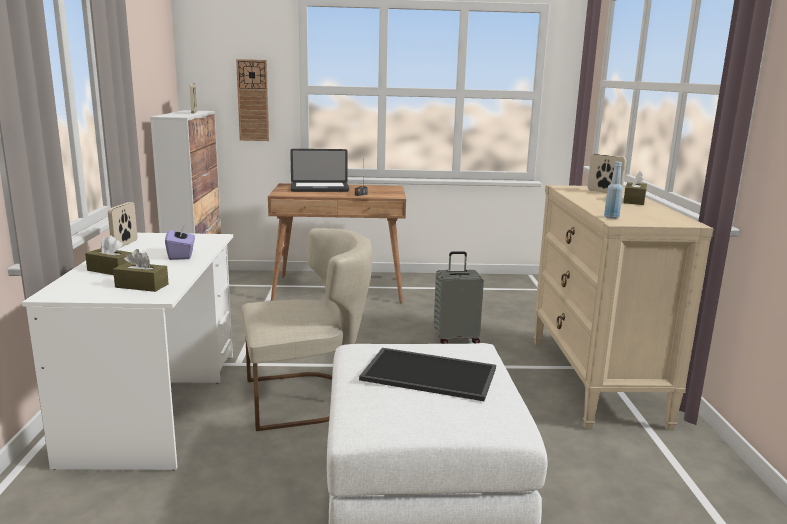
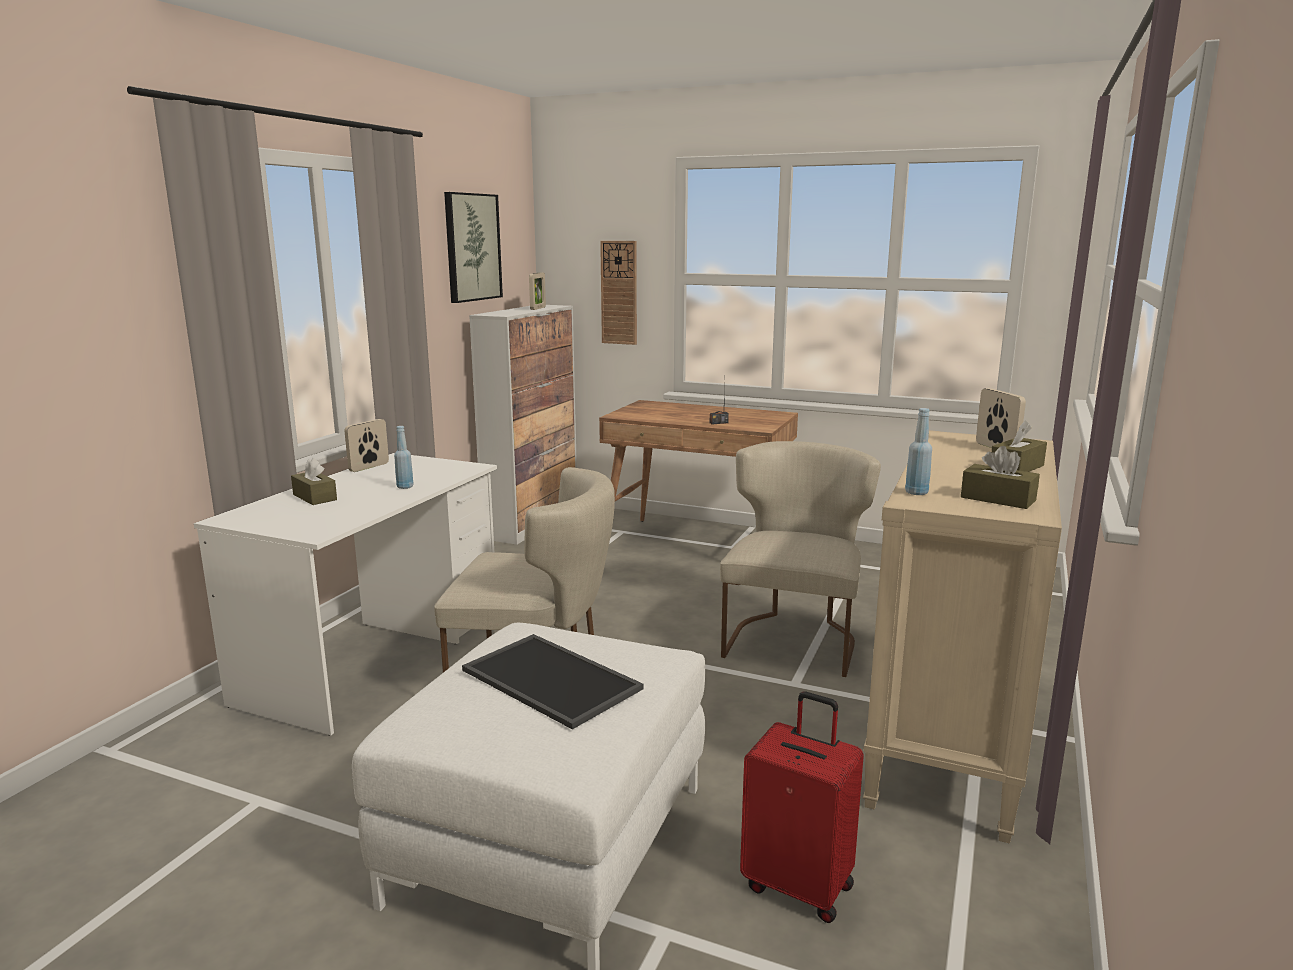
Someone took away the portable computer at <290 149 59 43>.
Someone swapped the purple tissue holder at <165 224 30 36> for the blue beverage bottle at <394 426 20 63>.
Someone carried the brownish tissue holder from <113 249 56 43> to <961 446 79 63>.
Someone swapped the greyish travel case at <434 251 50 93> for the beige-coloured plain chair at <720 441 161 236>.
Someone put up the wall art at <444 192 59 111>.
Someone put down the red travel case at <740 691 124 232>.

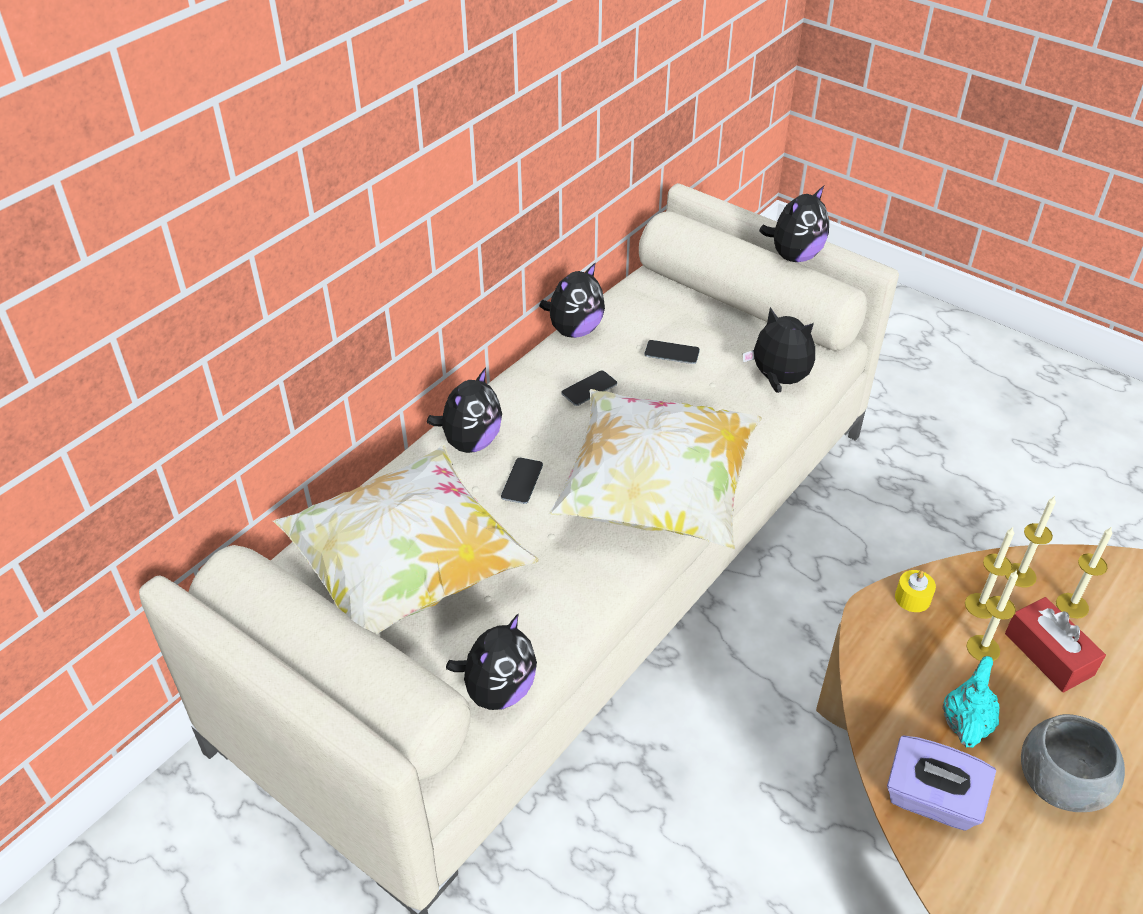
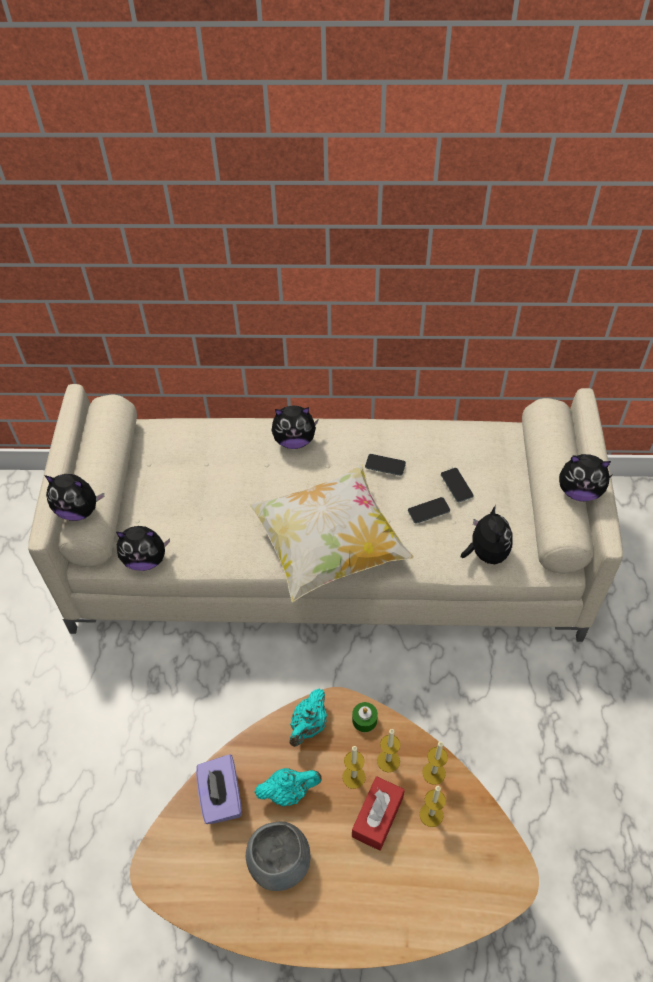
Someone carried the soft toy from <539 262 66 76> to <44 474 60 47>.
Someone took away the cushion at <273 445 266 189>.
Someone carried the phone from <501 458 42 46> to <408 497 42 27>.
Someone repainted the yellow-coloured wax light at <895 570 41 42>, which became the greenish wax light at <352 702 26 30>.
Someone put down the blue-green pot for tea at <290 689 37 58>.

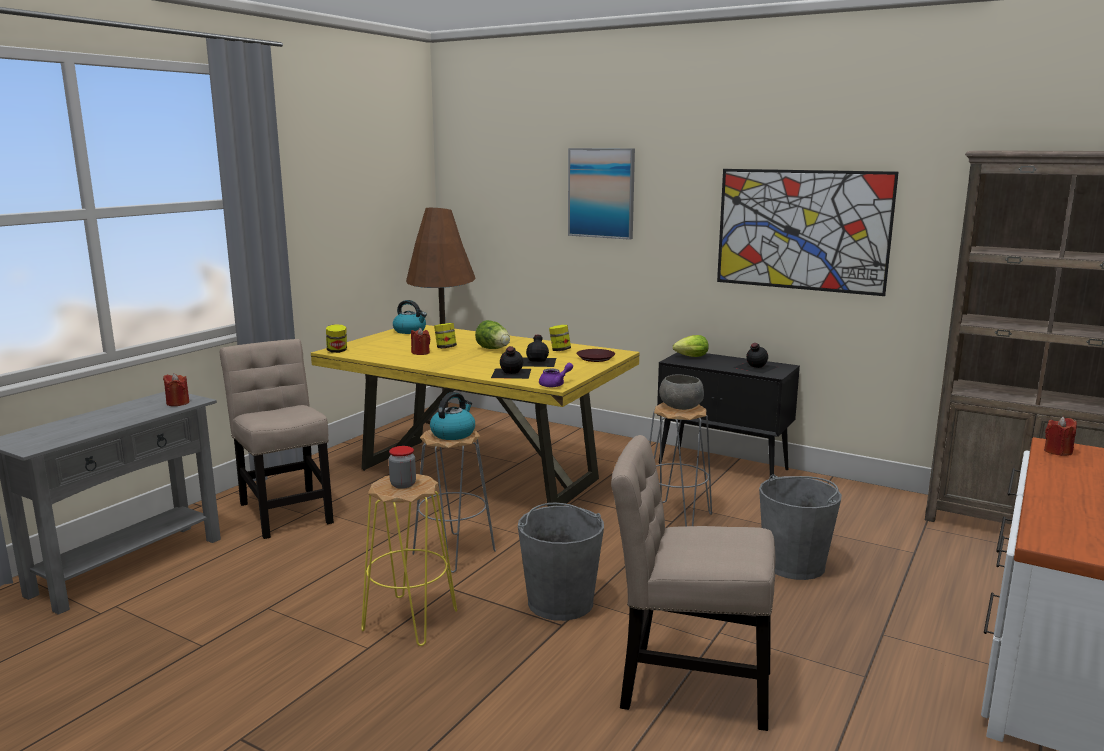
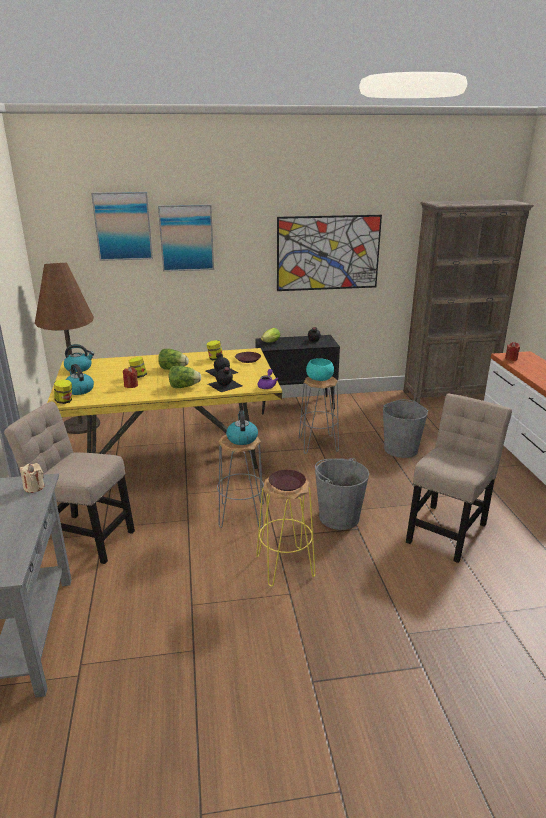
Someone repainted the red wax light at <163 373 27 33>, which became the beige-coloured wax light at <20 463 24 30>.
Someone repainted the greyish serving bowl at <659 374 45 36>, which became the blue-green serving bowl at <306 358 28 23>.
Someone rotated the beige-coloured plain chair at <611 435 165 296> by 150 degrees clockwise.
Someone swapped the preserve jar at <389 446 27 43> for the brownish flat dish at <269 470 37 21>.
Someone put up the wall art at <91 192 62 69>.
Someone put down the tea kettle at <65 364 29 31>.
Someone put down the head of lettuce at <169 366 32 22>.

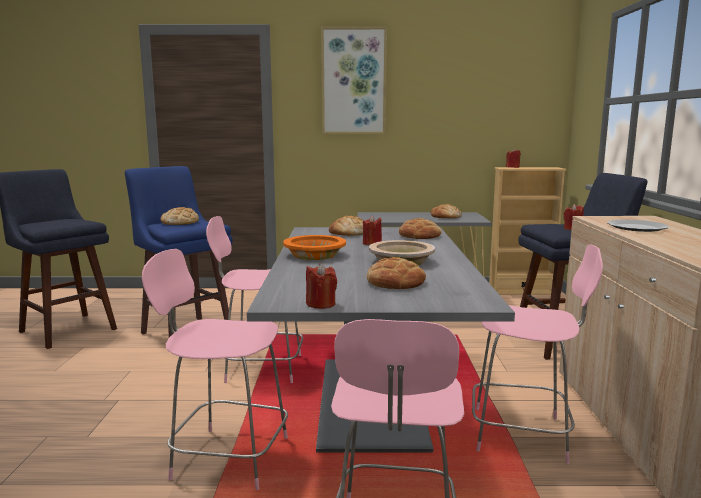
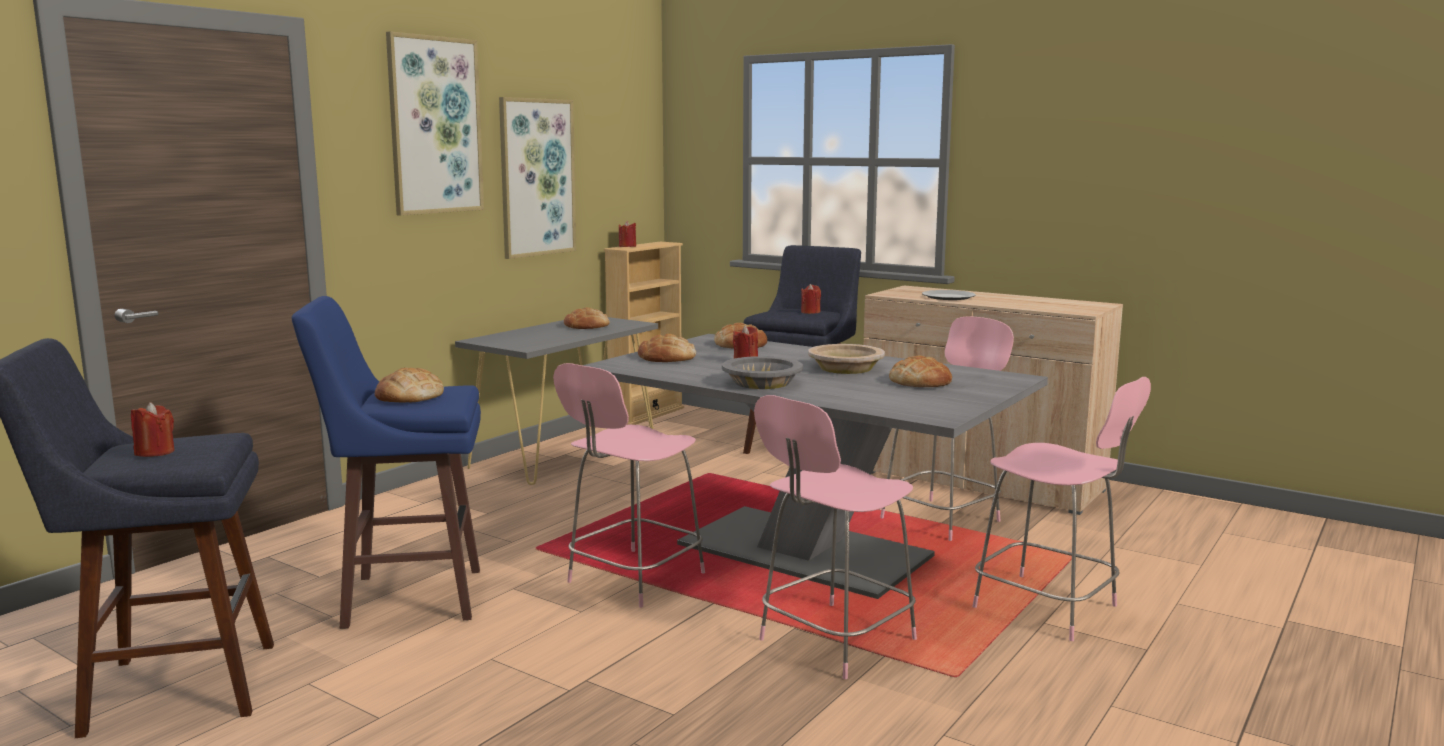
Someone repainted the orange serving bowl at <283 235 63 25>, which became the greyish serving bowl at <722 356 81 33>.
Someone carried the red wax light from <306 263 31 46> to <131 402 44 55>.
Someone put up the wall art at <499 97 77 162>.

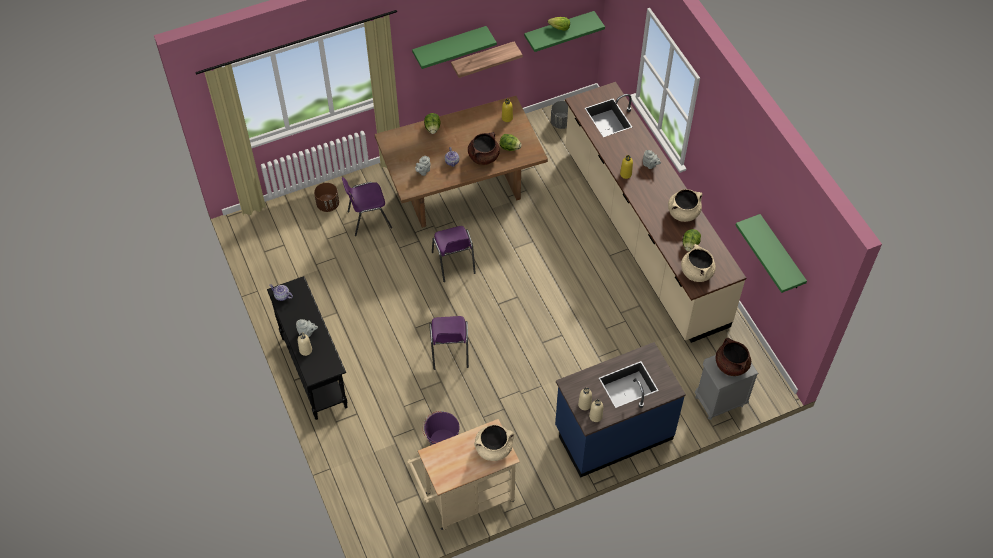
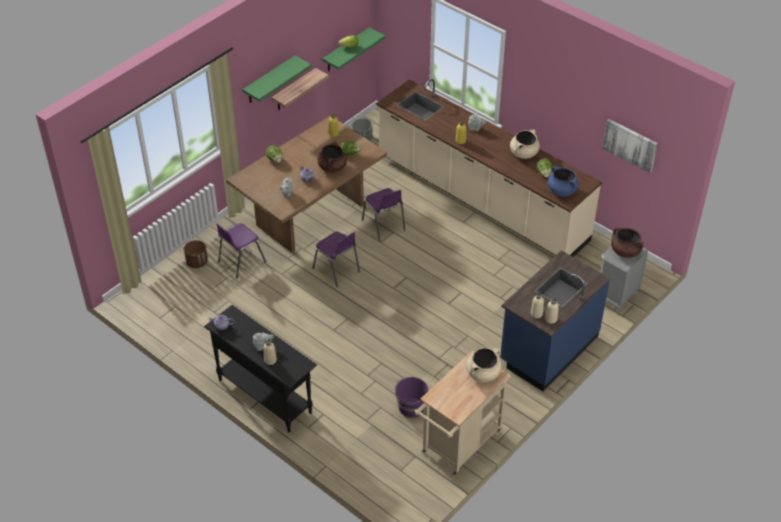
Someone swapped the greenish bracket shelf at <736 214 71 79> for the wall art at <602 119 56 54>.
Someone repainted the beige-coloured cooking pot at <681 244 35 38>, which became the blue cooking pot at <548 166 31 31>.
Someone carried the purple plain chair from <429 316 40 54> to <362 188 44 53>.

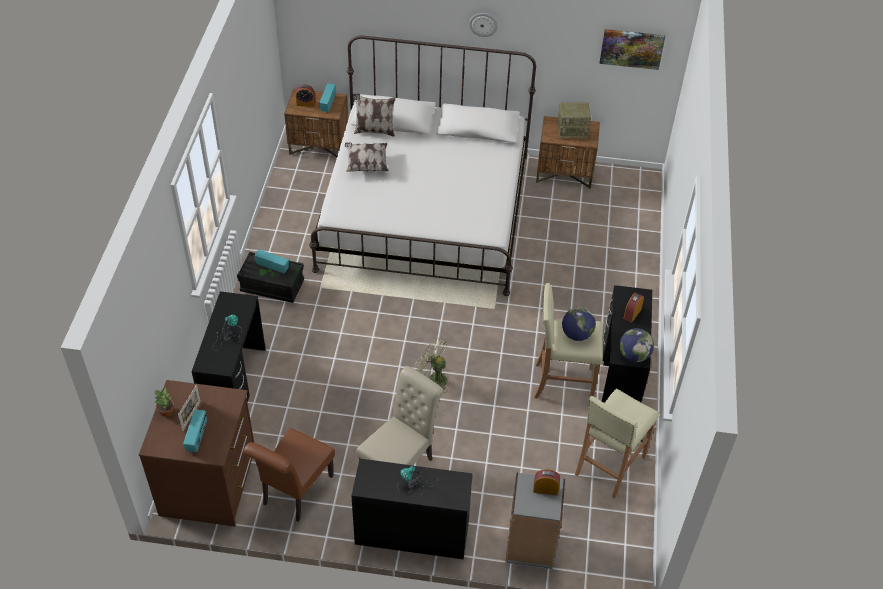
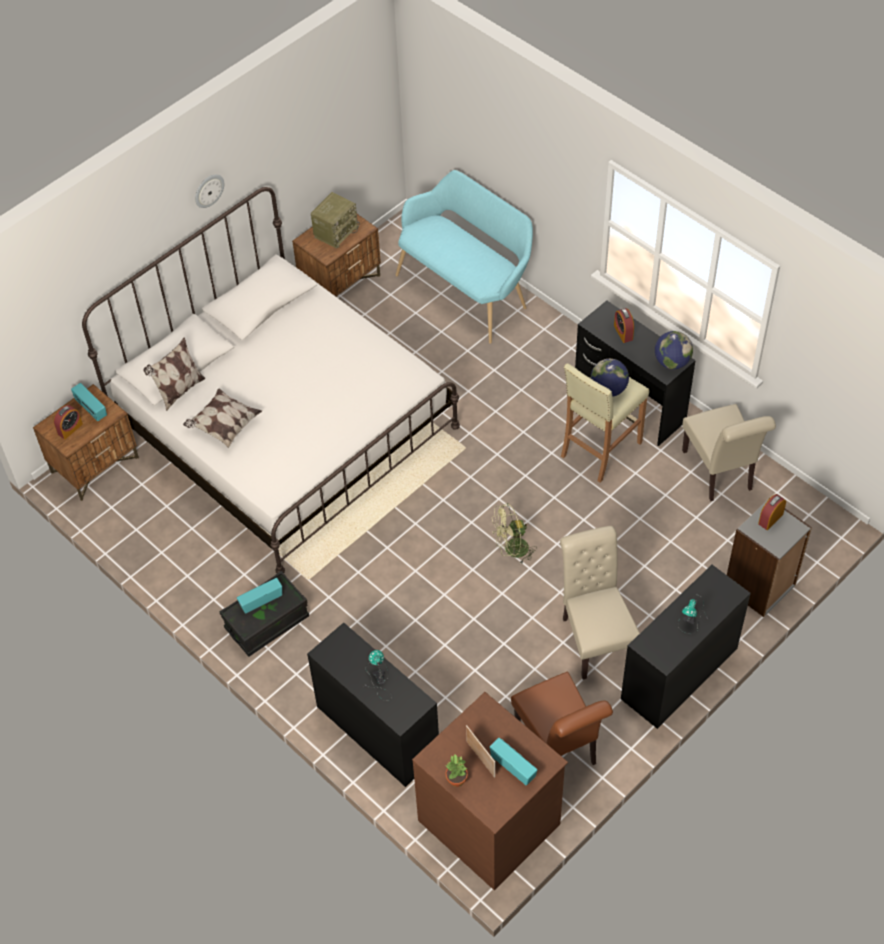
Someone took away the wall art at <599 29 66 41>.
Someone swapped the beige-coloured sitting stool at <575 388 84 111> for the beige-coloured plain chair at <682 404 94 97>.
Someone put down the blue-green bench at <396 170 137 174>.

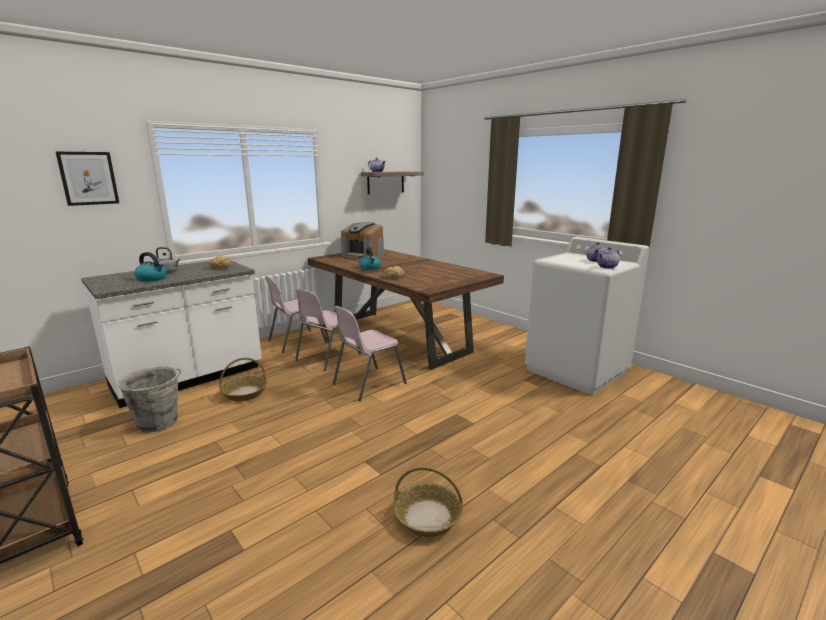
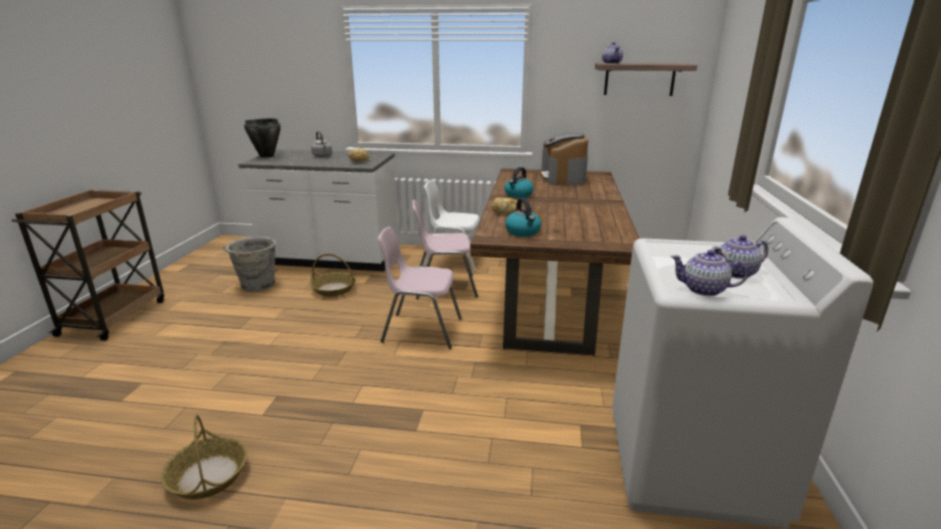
Someone took away the wall art at <56 152 63 54>.
Someone carried the tea kettle from <134 252 33 30> to <505 198 36 39>.
Someone repainted the pink plain chair at <265 276 62 77>, which became the white-coloured plain chair at <423 180 57 92>.
Someone put down the blackish cooking pot at <244 118 37 40>.

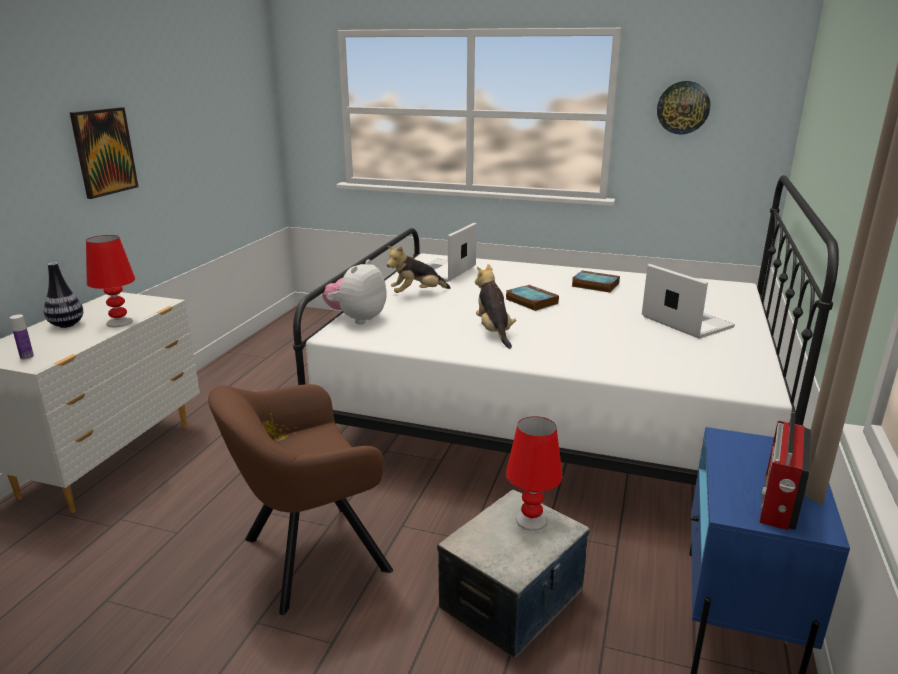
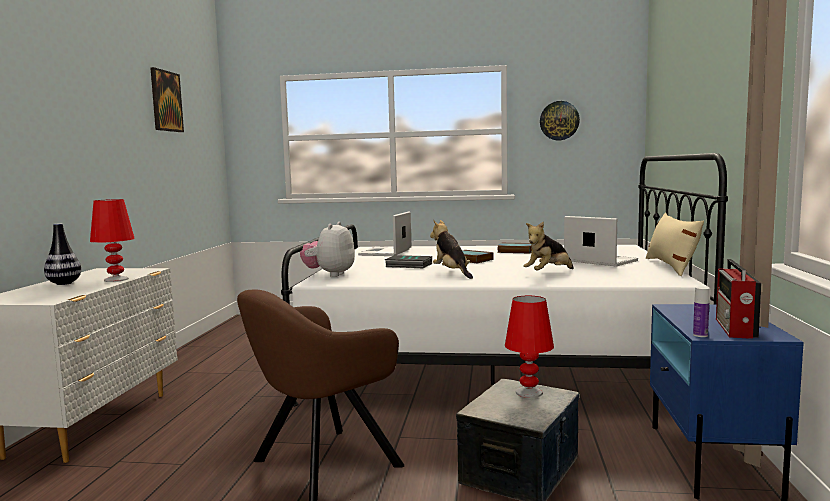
Someone carried the wall art from <70 107 68 92> to <150 67 34 65>.
Someone carried the soft toy from <387 246 64 47> to <523 221 51 49>.
Someone carried the beverage bottle from <10 314 24 46> to <693 287 17 50>.
Someone put down the beige-coloured cushion at <646 213 58 63>.
Someone put down the bound book at <385 255 47 13>.

